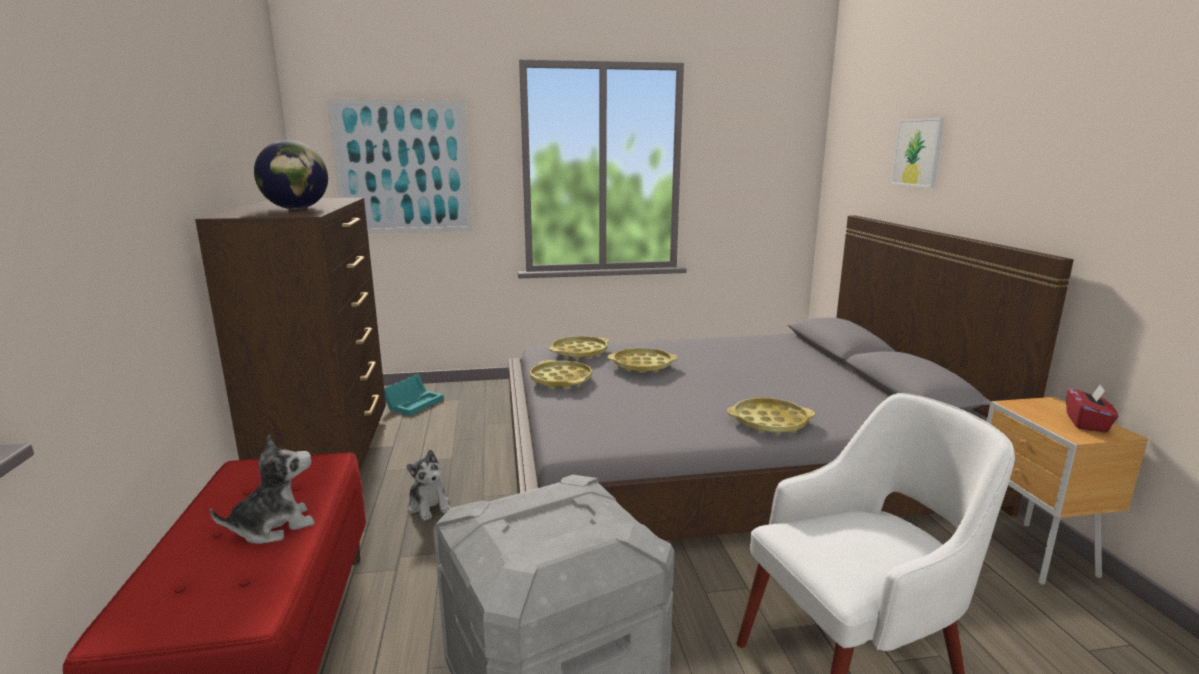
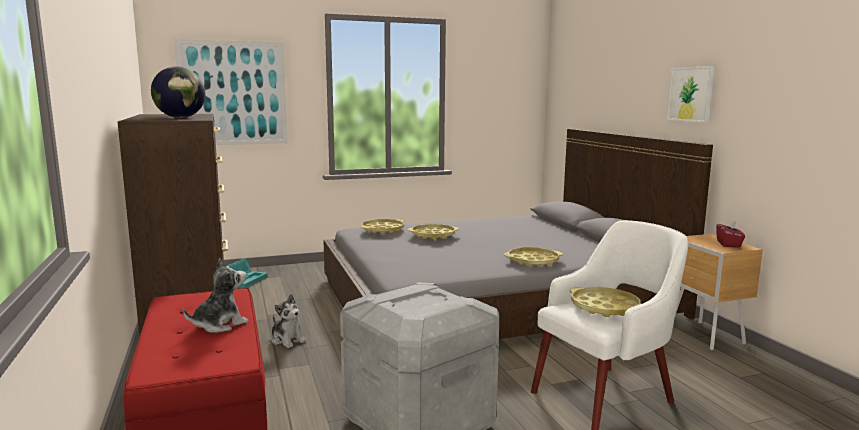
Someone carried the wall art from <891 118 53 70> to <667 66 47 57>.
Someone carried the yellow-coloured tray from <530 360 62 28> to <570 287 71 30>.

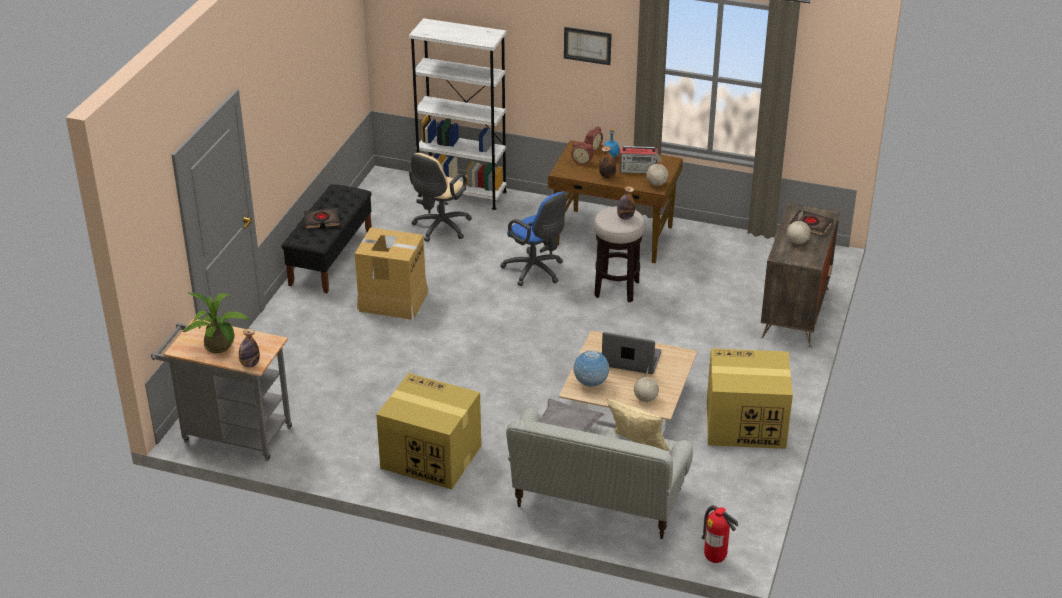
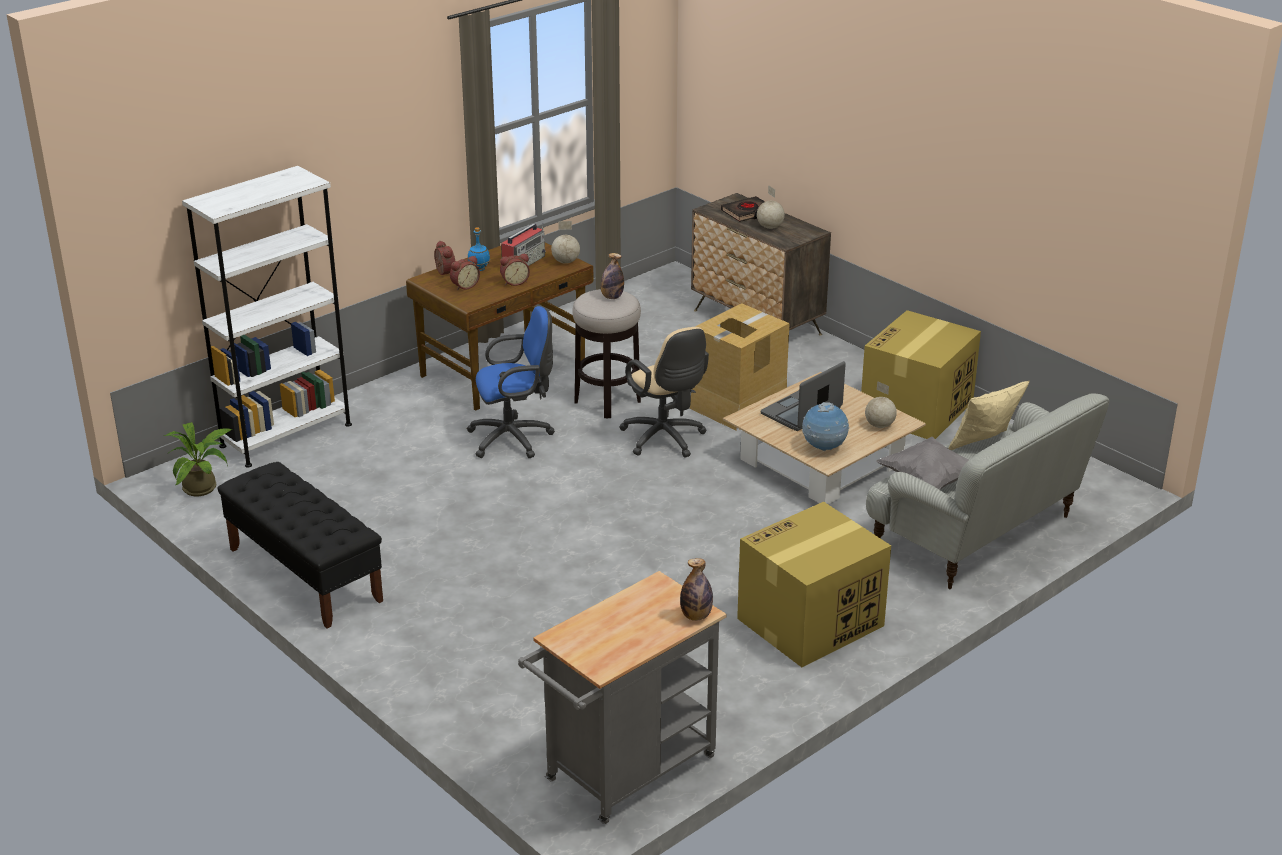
Someone took away the wall art at <564 27 48 38>.
Someone swapped the beverage bottle at <599 146 17 33> for the alarm clock at <500 254 30 32>.
Someone carried the beige-coloured office chair from <409 153 63 89> to <619 327 90 131>.
Someone took away the blackish bound book at <304 208 36 21>.
Someone carried the cardboard box from <355 227 73 93> to <690 303 100 127>.
Someone carried the houseplant from <182 292 69 61> to <164 422 69 74>.
Someone took away the extinguisher at <702 505 37 58>.

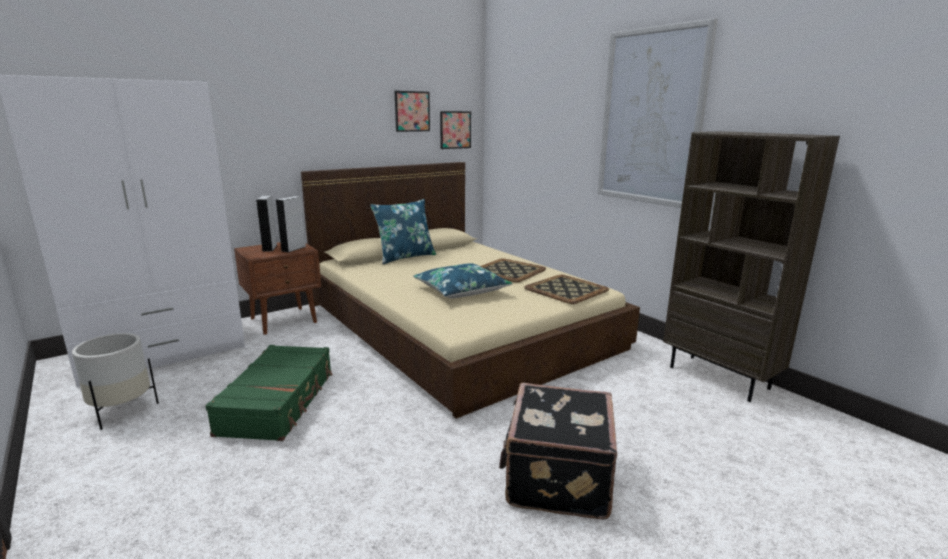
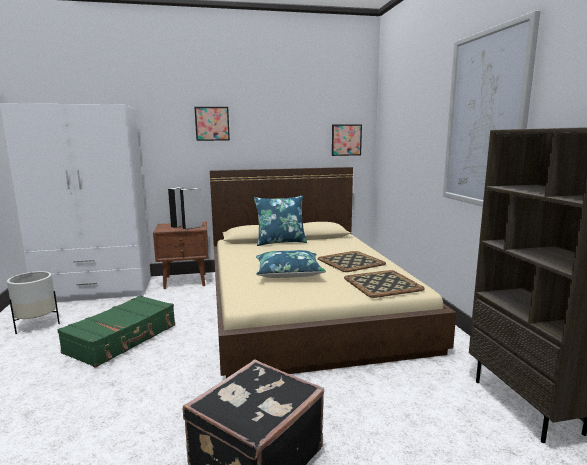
Someone carried the wall art from <395 91 35 41> to <194 107 36 34>.

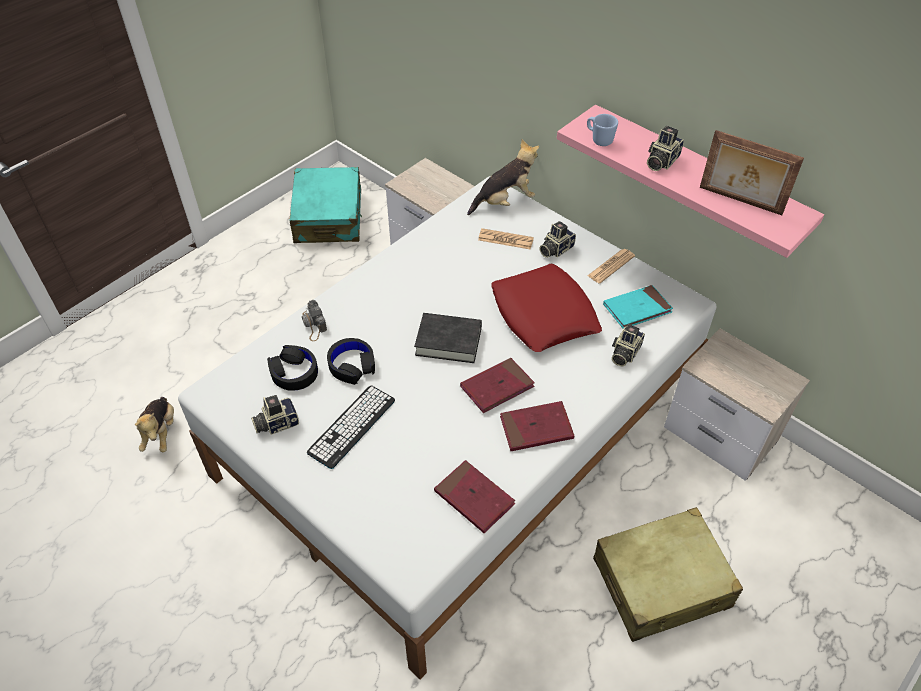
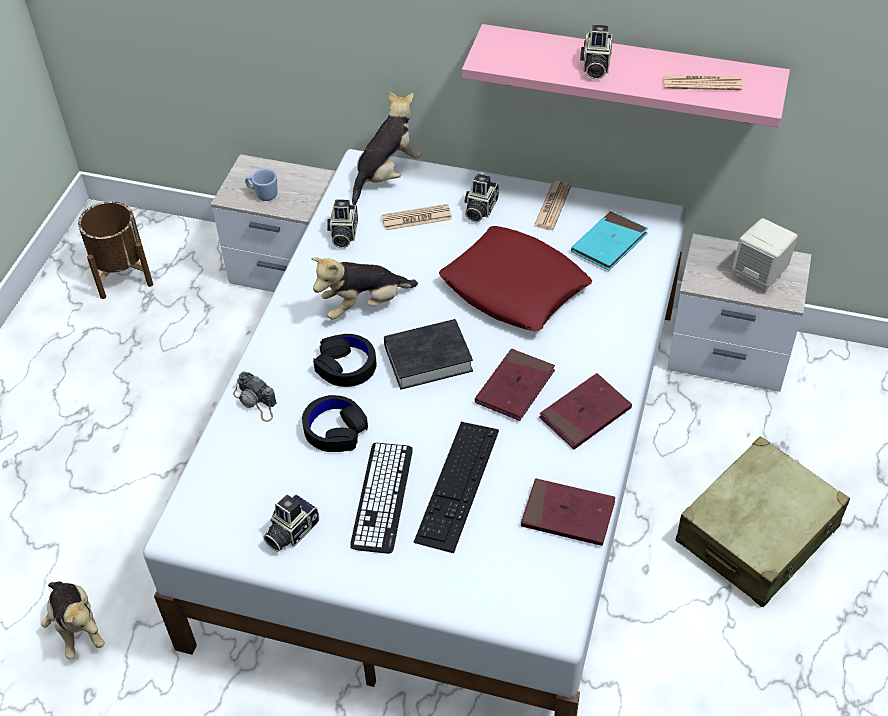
Someone carried the blue mug from <587 114 31 32> to <245 168 32 33>.
Someone swapped the picture frame at <700 130 104 85> for the daily paper at <663 75 79 15>.
Someone swapped the blue-green travel case at <290 167 72 76> for the brownish flower pot at <78 201 75 98>.
Someone carried the photo camera from <612 324 33 42> to <327 199 31 49>.
Someone carried the blackish headset from <267 345 51 46> to <313 334 63 53>.
Someone put down the beige-coloured loudspeaker at <732 218 66 73>.
Someone put down the soft toy at <311 257 107 63>.
Someone put down the PC keyboard at <414 422 85 131>.

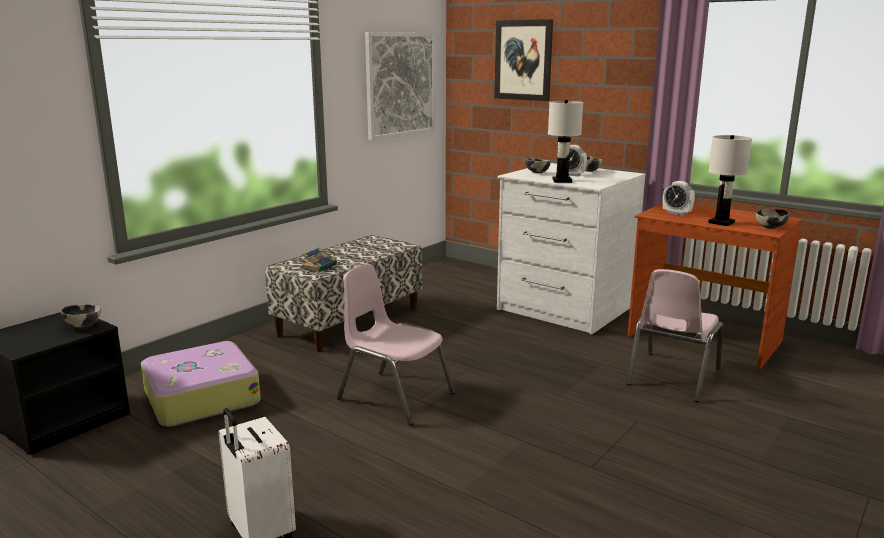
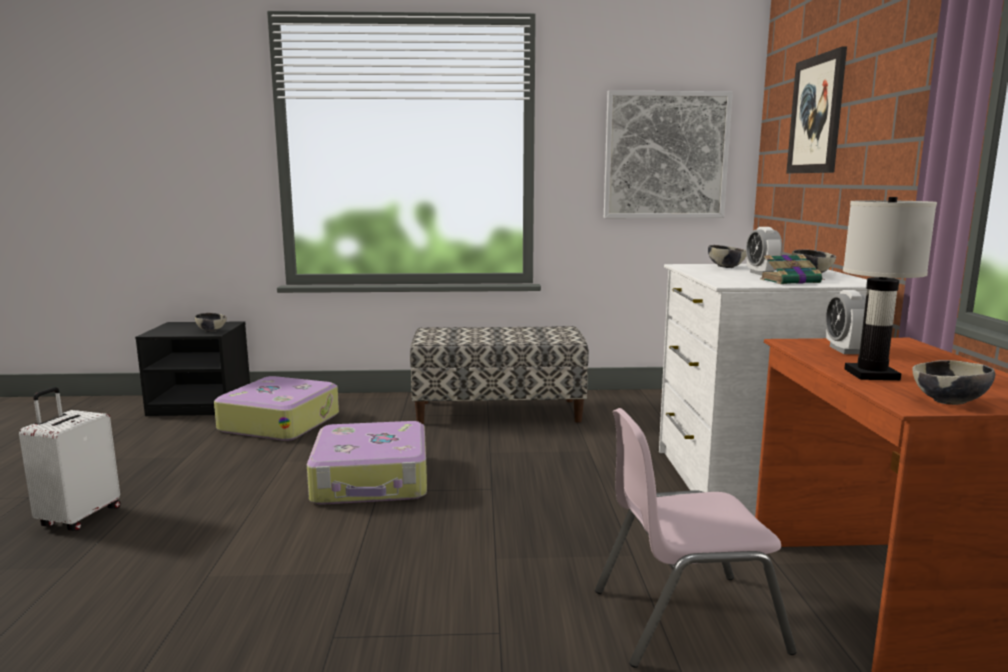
Someone took away the white-coloured tabletop lamp at <548 100 35 83>.
Someone carried the bound book from <301 248 36 24> to <760 254 63 30>.
Someone swapped the pink plain chair at <337 264 118 162> for the travel case at <307 421 120 84>.

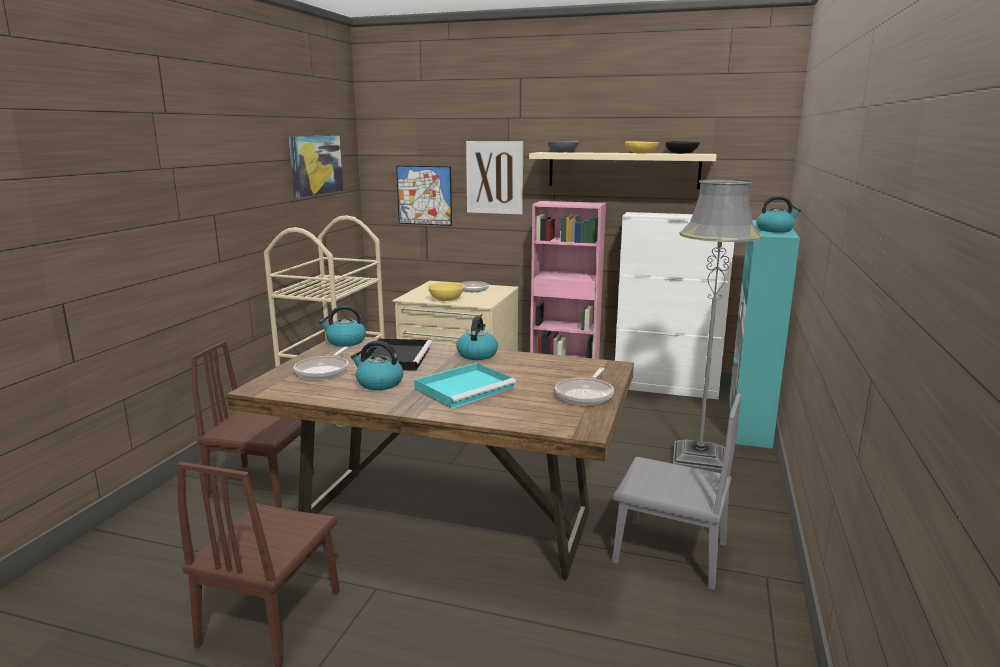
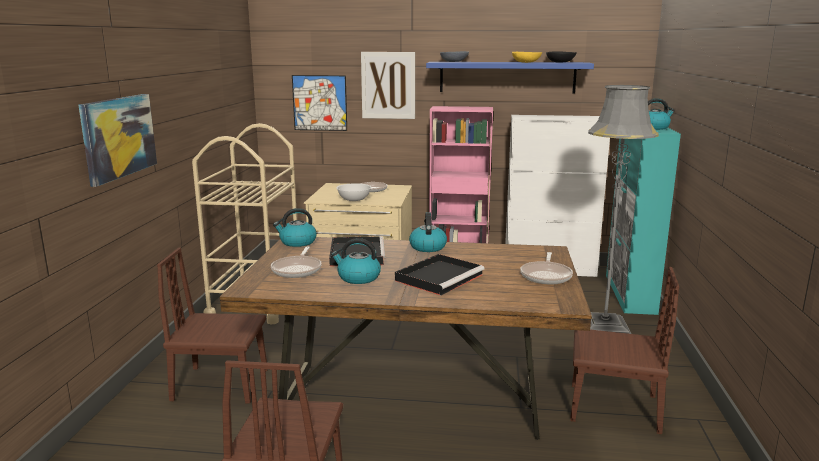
Someone carried the wall art from <289 136 54 62> to <78 94 79 93>.
Someone repainted the beige-coloured bracket shelf at <529 152 188 37>, which became the blue bracket shelf at <426 62 168 31>.
Someone repainted the yellow-coloured serving bowl at <427 282 38 19>, which became the white-coloured serving bowl at <336 183 36 18>.
Someone repainted the blue-green tray at <414 363 102 46>, which became the blackish tray at <395 254 89 42>.
Someone repainted the greyish plain chair at <612 393 129 197>, which became the brownish plain chair at <570 267 109 167>.

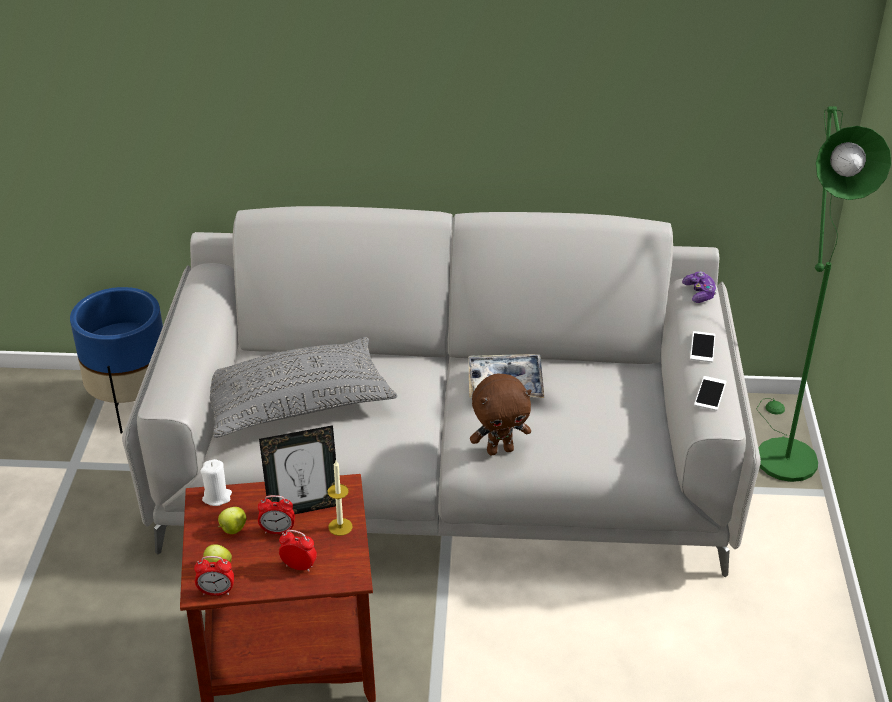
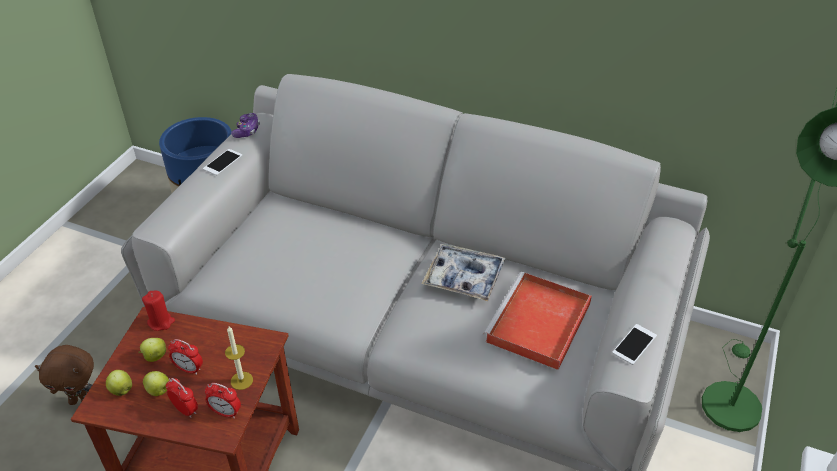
Someone carried the joypad from <682 271 35 32> to <231 113 29 25>.
Someone carried the phone from <690 331 25 31> to <203 149 40 26>.
Someone took away the greyish cushion at <210 337 187 101>.
Someone carried the brownish soft toy from <470 374 62 81> to <35 345 59 60>.
Someone took away the picture frame at <259 425 77 89>.
Someone repainted the white-coloured wax light at <200 459 32 47>, which became the red wax light at <142 291 33 40>.
Someone carried the alarm clock from <194 556 40 40> to <205 383 36 35>.
Someone put down the red tray at <484 272 108 98>.
Someone put down the apple fruit at <143 371 26 25>.

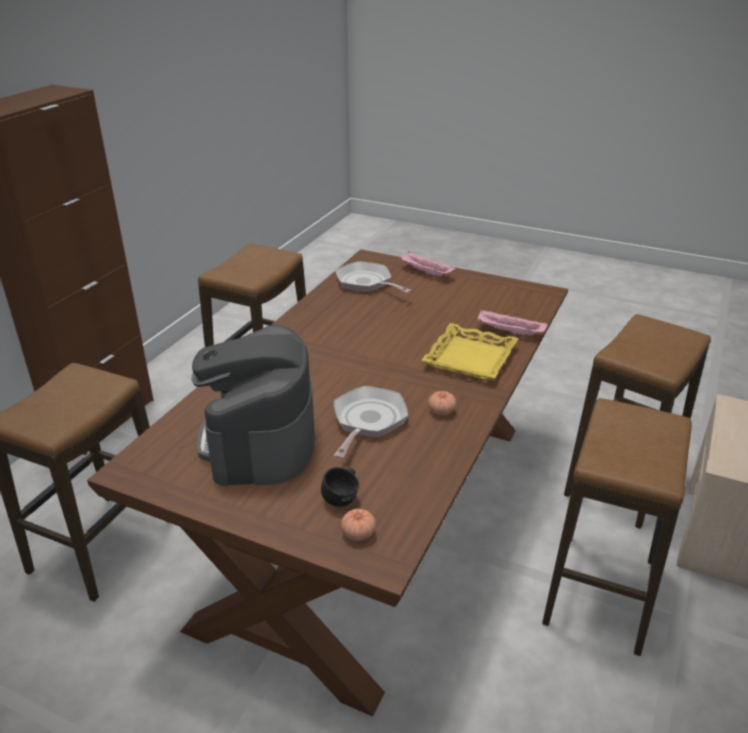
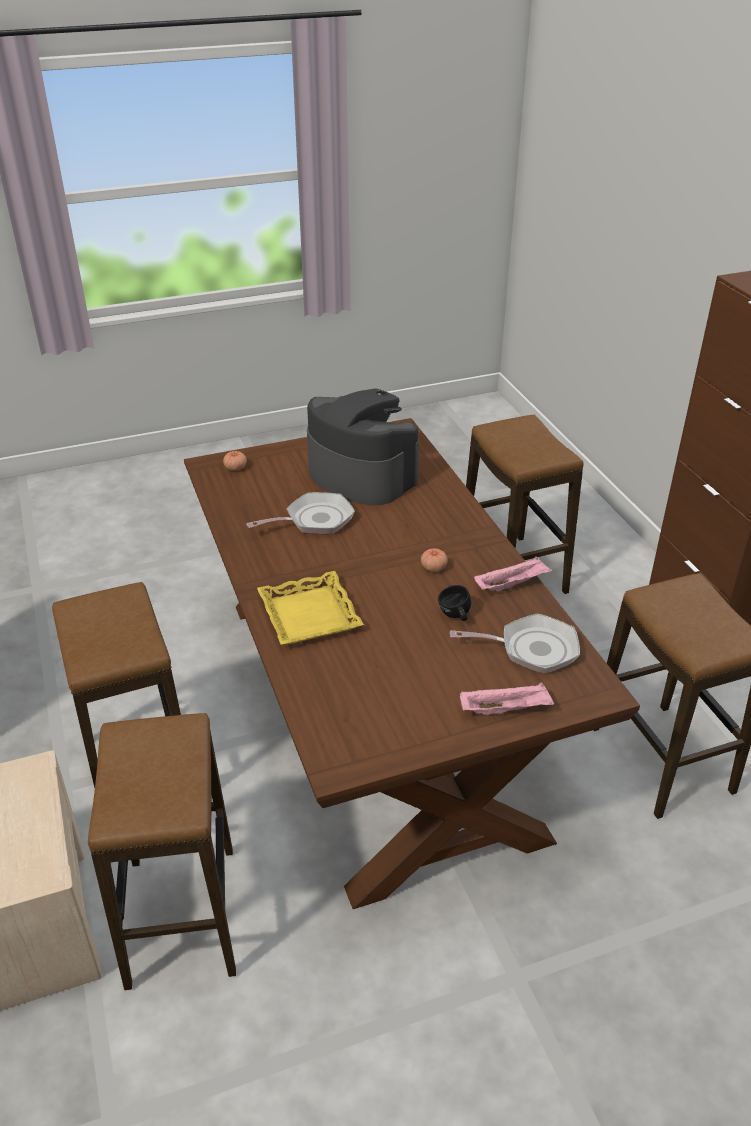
Someone carried the pink tray from <478 310 70 26> to <474 556 79 36>.
Someone rotated the frying pan at <333 386 75 73> by 90 degrees counterclockwise.
Someone carried the tomato from <428 391 29 24> to <421 549 27 23>.
Someone carried the blackish mug from <321 467 38 40> to <438 585 33 36>.

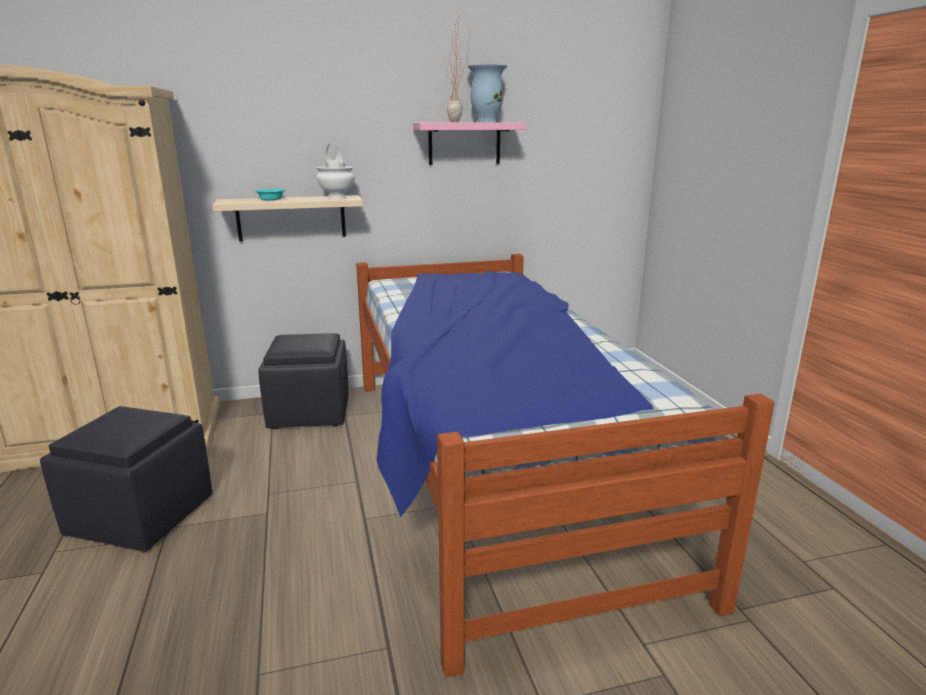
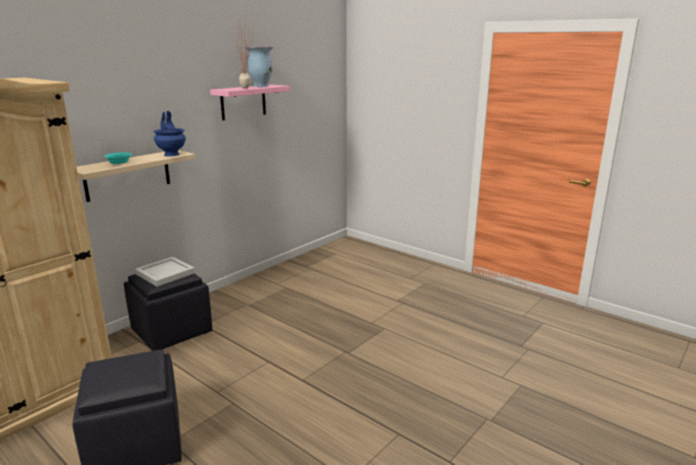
Someone repainted the white-coloured decorative vase at <316 143 39 57>, which became the blue decorative vase at <153 111 33 45>.
Someone took away the bed at <356 254 419 424>.
Someone put down the white-coloured tray at <135 257 60 30>.

